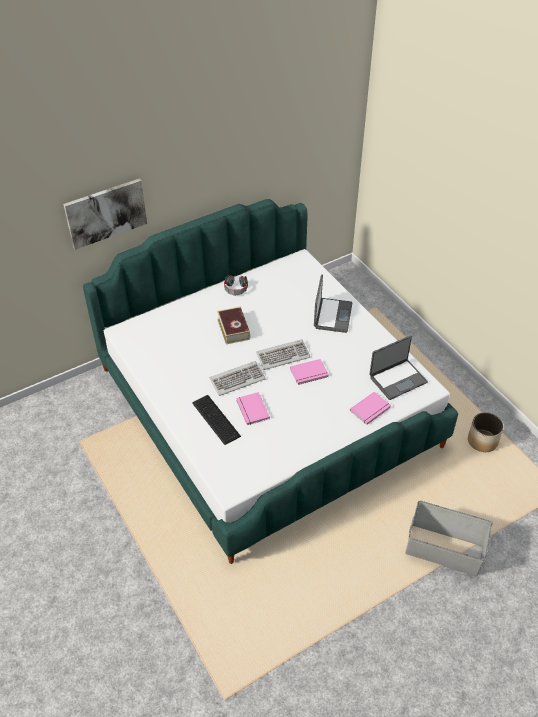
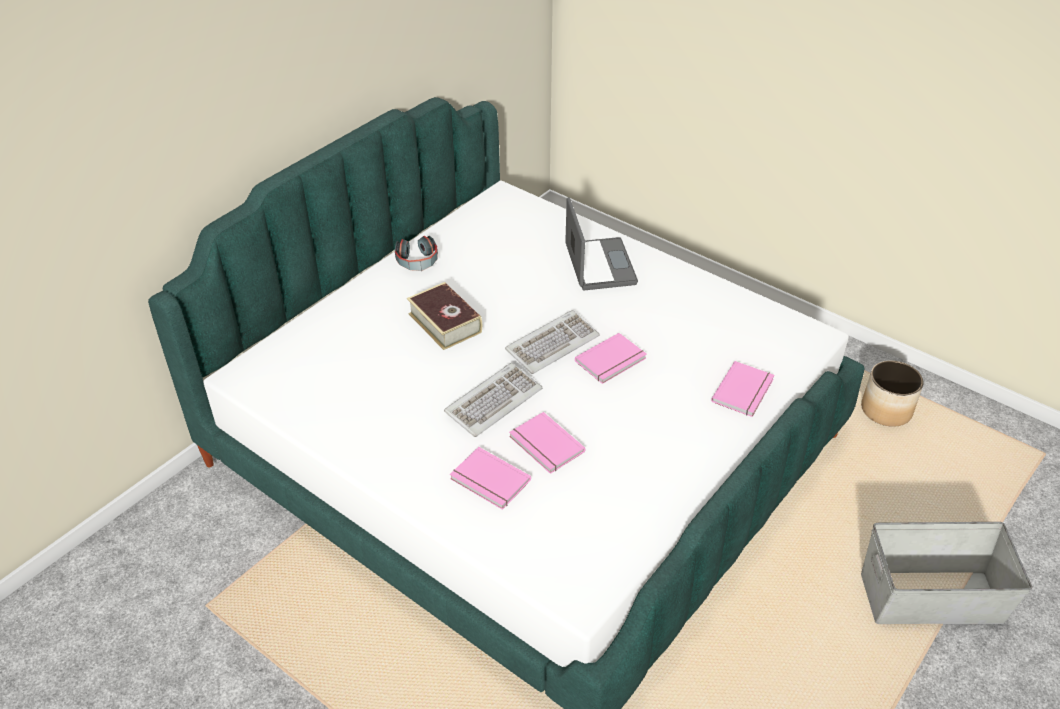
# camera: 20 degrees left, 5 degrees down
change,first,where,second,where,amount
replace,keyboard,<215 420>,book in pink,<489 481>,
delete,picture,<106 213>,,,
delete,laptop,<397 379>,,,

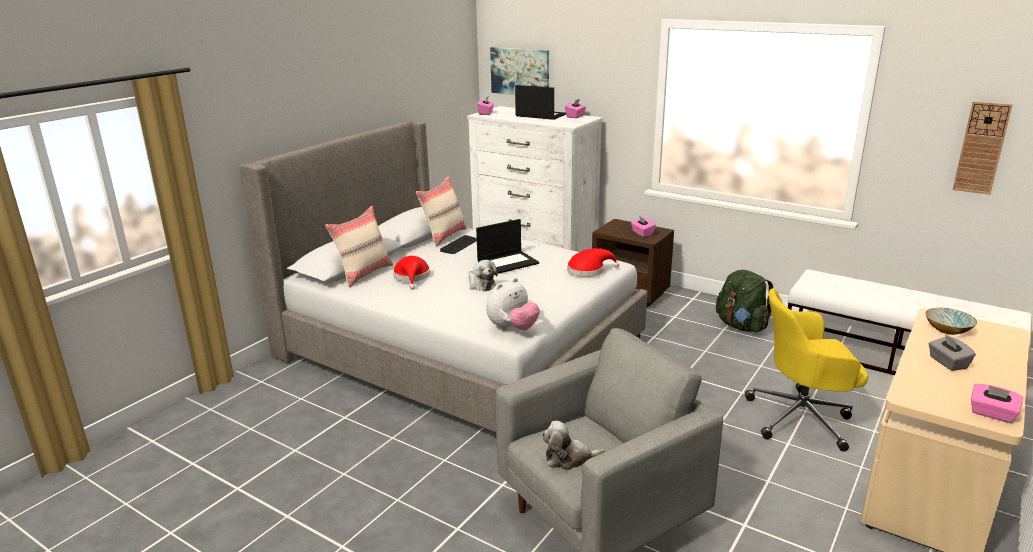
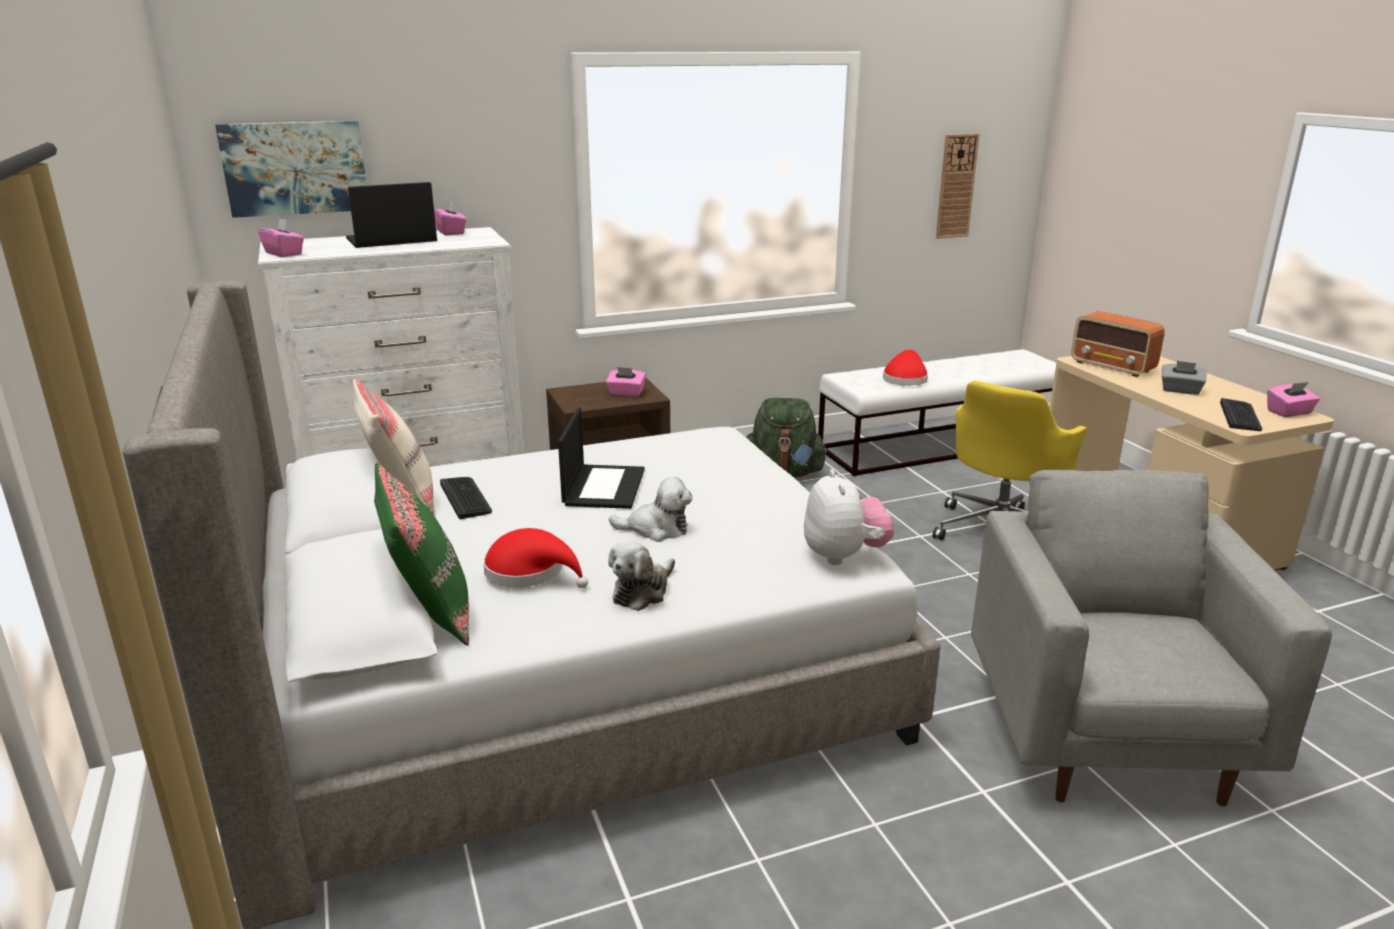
# camera: 55 degrees left, 0 degrees up
change,first,where,second,where,amount
recolor,pillow in beige,<364 273>,pillow in green,<429 612>,
move,plush toy,<569 458>,,<642 591>,
move,hat in red,<588 270>,,<905 379>,
replace,bowl,<948 330>,radio,<1113 367>,
insert,,,keyboard,<1240 416>,

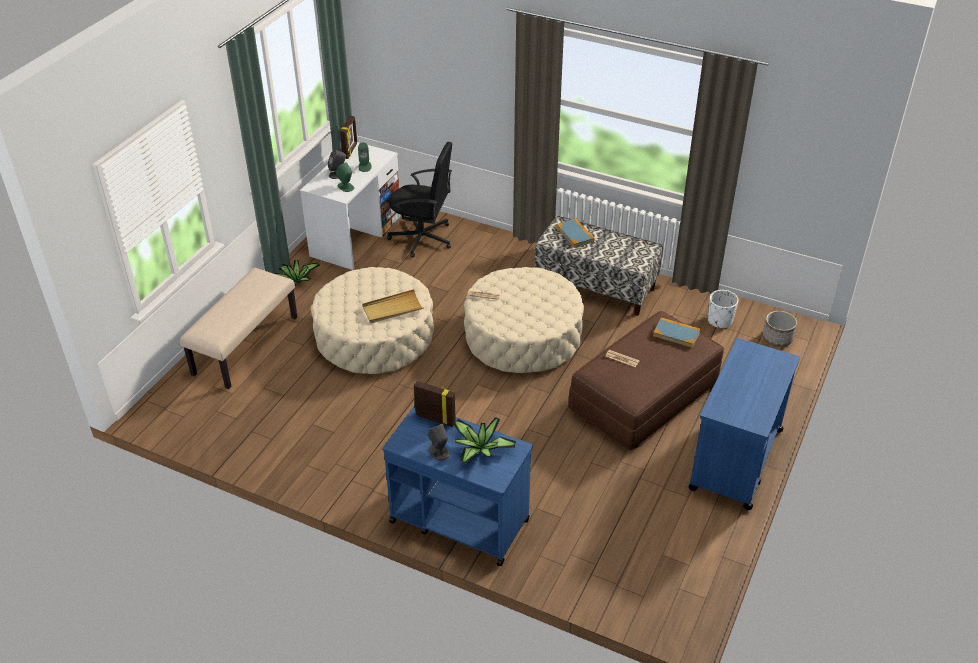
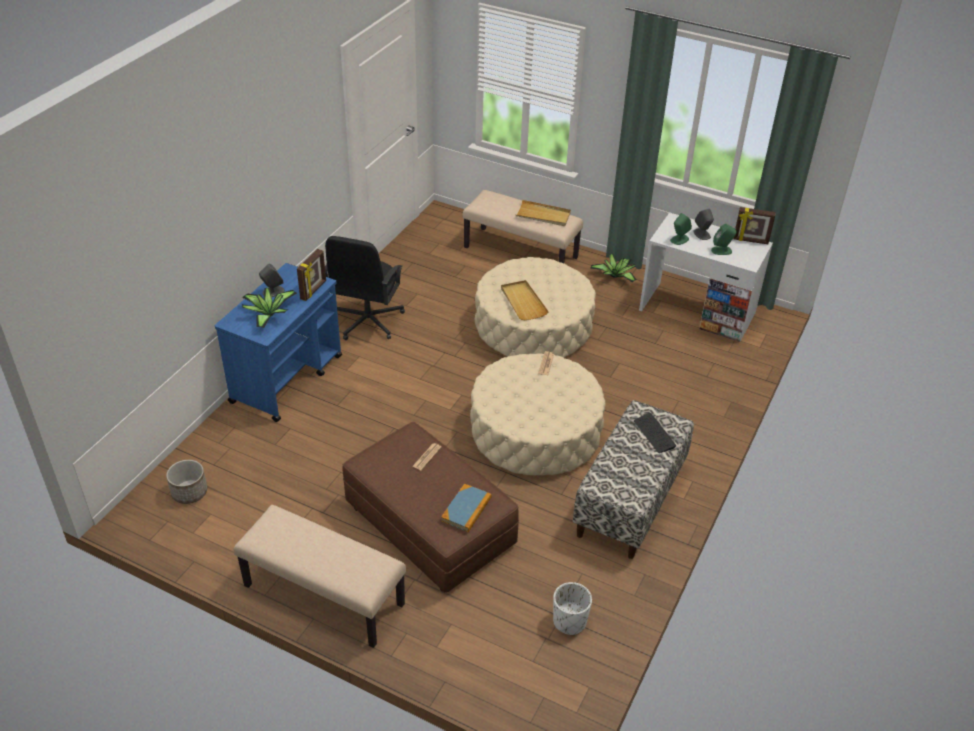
# camera: 90 degrees right, 0 degrees up
change,first,where,second,where,amount
move,planter,<777 338>,,<189 492>,
replace,cart in blue,<735 460>,bench in beige,<323 595>,
move,office chair in black,<422 238>,,<367 321>,
insert,,,tray in beige,<543 215>,
replace,book,<575 234>,keyboard,<654 434>,

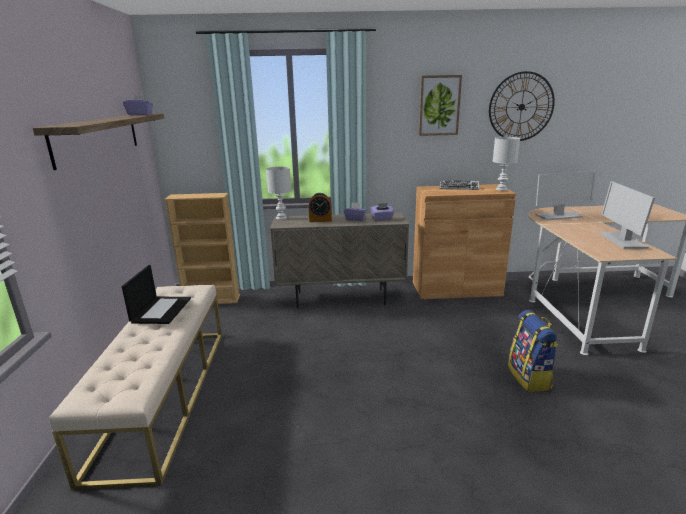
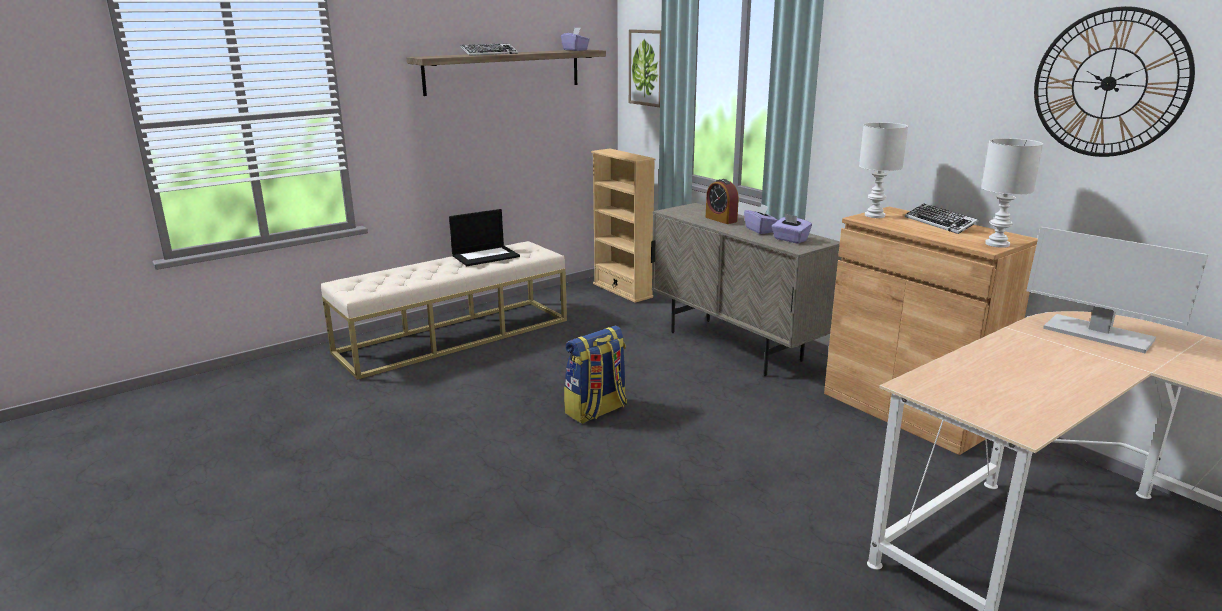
# camera: 55 degrees right, 0 degrees up
change,first,where,second,where,amount
insert,,,keyboard,<489 54>,
move,backpack,<530 377>,,<596 411>,
move,picture,<439 105>,,<647 68>,
move,table lamp in white,<281 218>,,<875 215>,
delete,monitor,<622 240>,,,

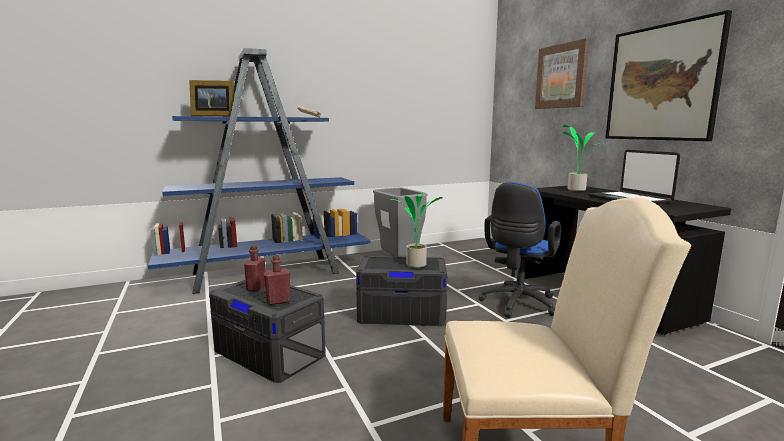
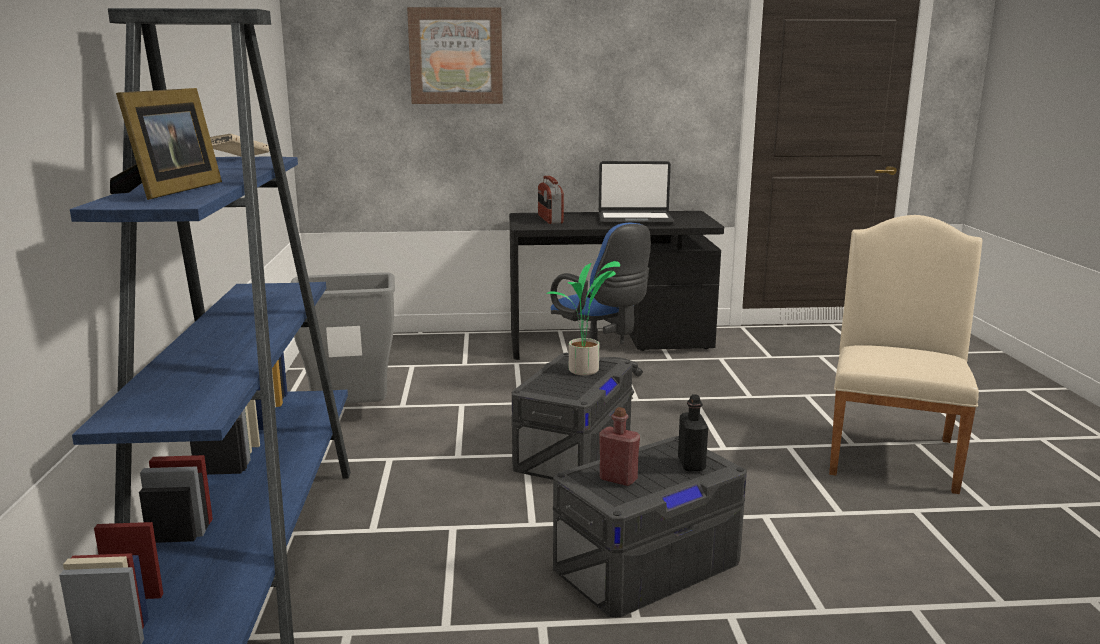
# camera: 70 degrees left, 5 degrees up
change,first,where,second,where,amount
replace,potted plant,<576 190>,radio,<549 219>,
recolor,bottle in red,<278 301>,bottle in black,<691 464>,
delete,picture,<661 83>,,,

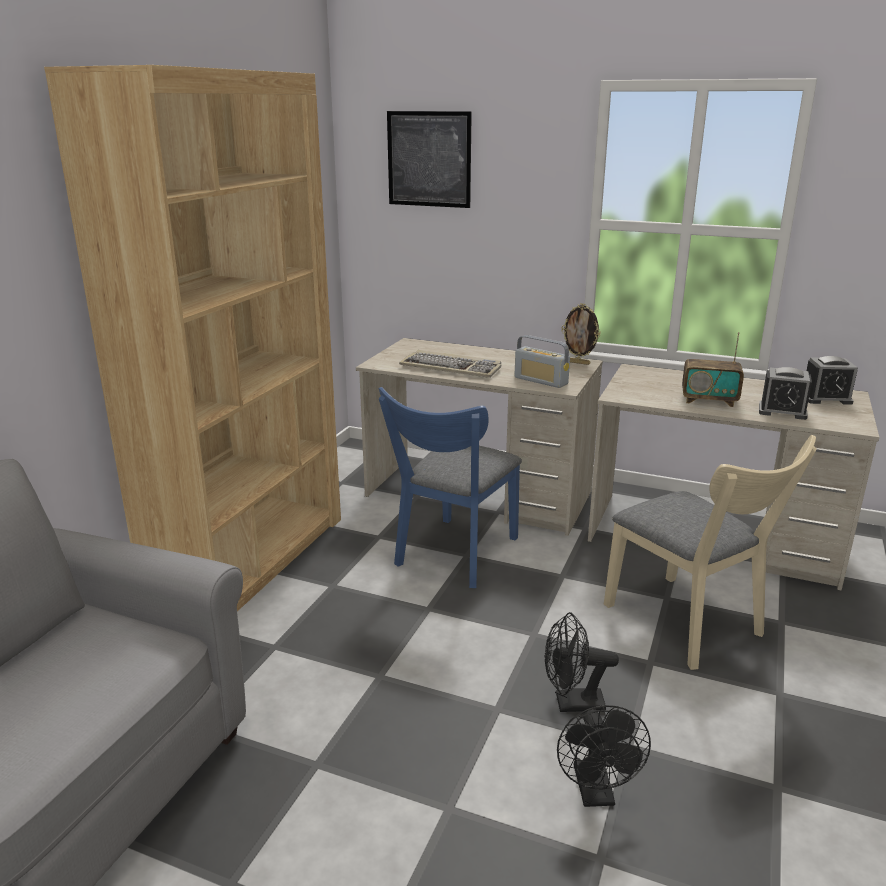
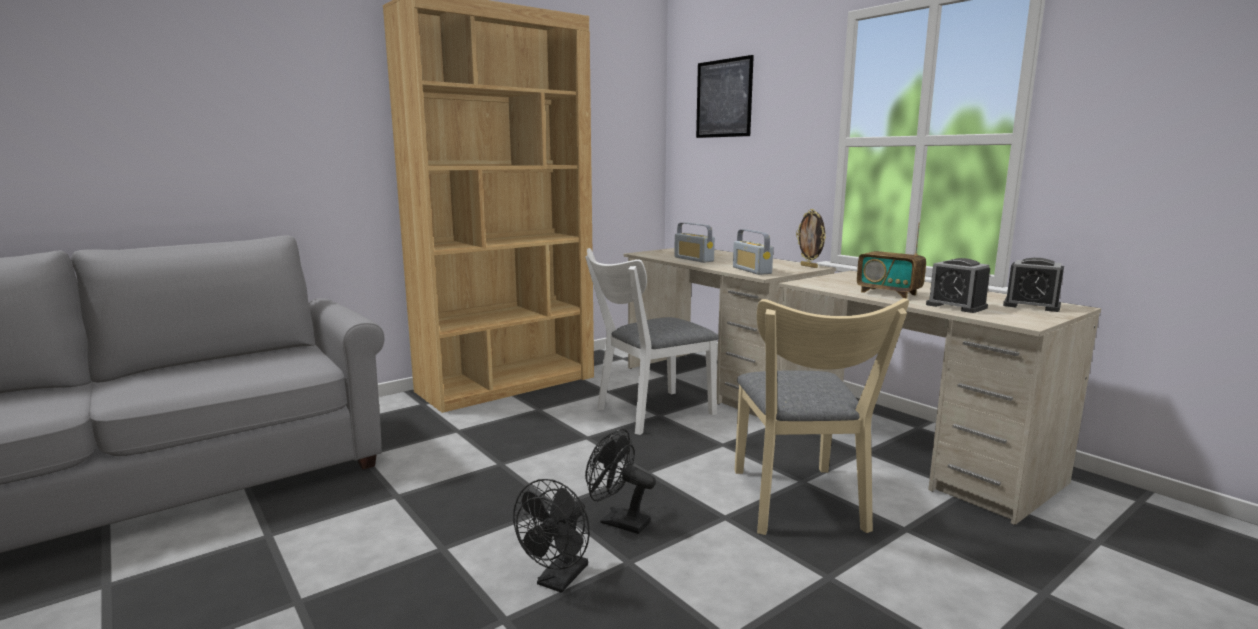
# camera: 30 degrees right, 10 degrees down
change,first,where,second,where,amount
recolor,chair in blue,<453 556>,chair in white,<648 413>,
replace,keyboard,<452 368>,radio,<693 259>,

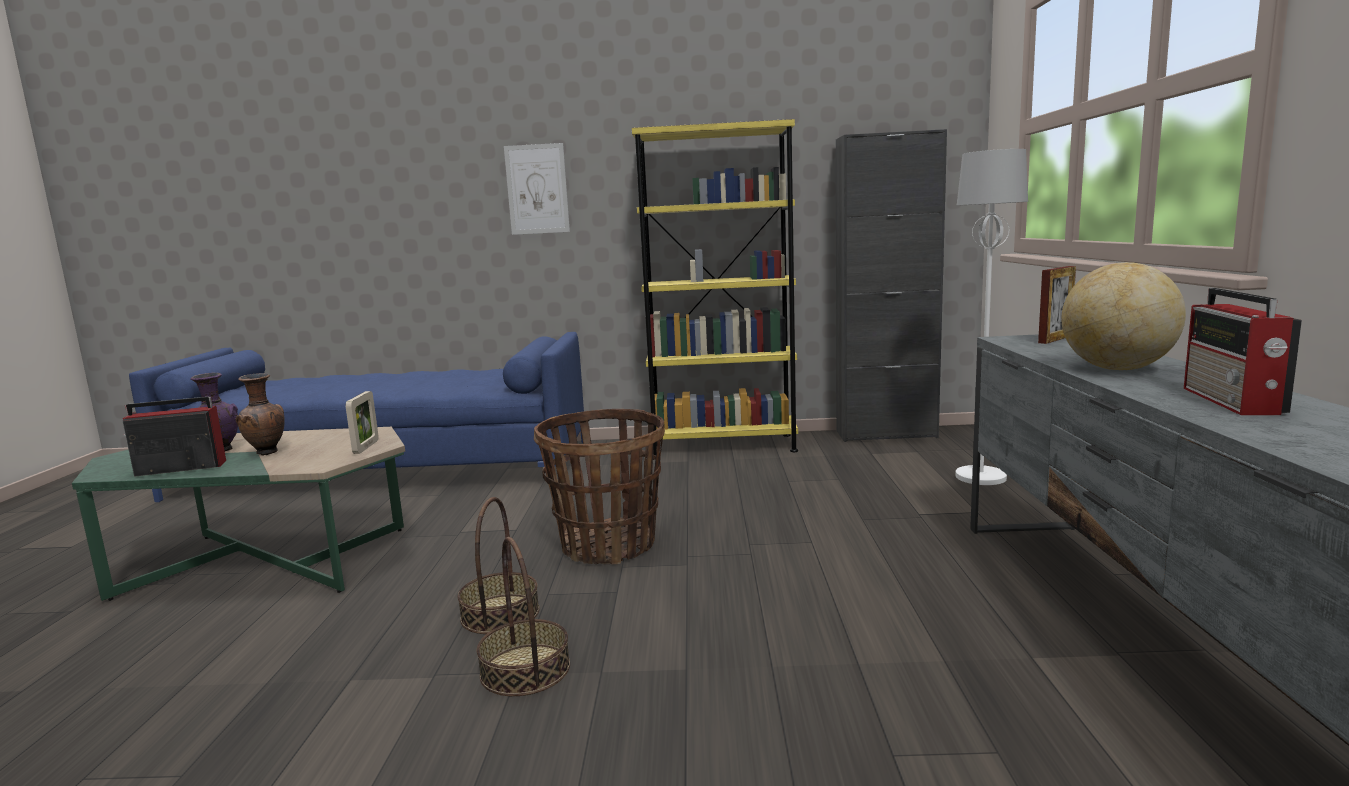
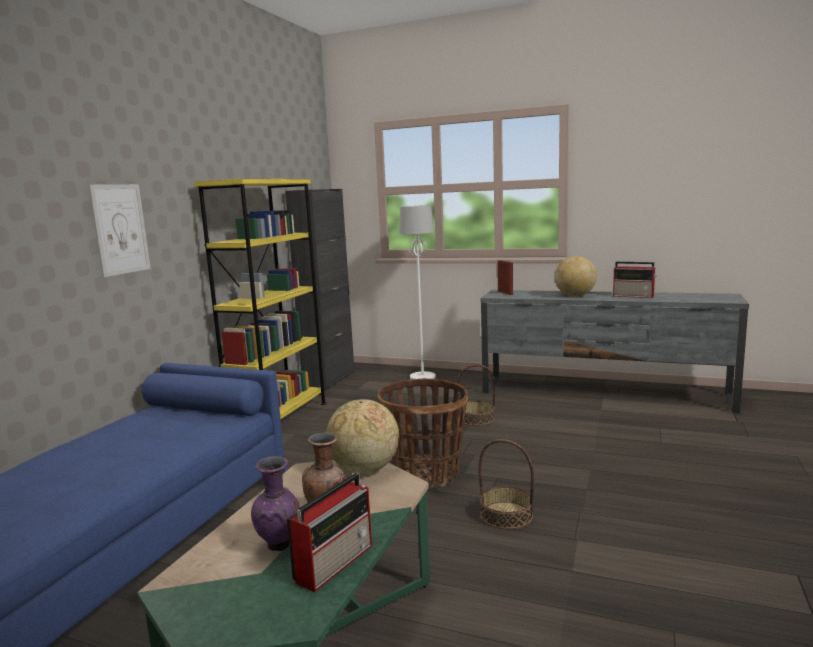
# camera: 70 degrees left, 0 degrees up
change,first,where,second,where,amount
rotate,radio,<178 469>,,<336 562>,150 degrees counterclockwise
replace,picture frame,<366 447>,globe,<364 469>,
move,basket,<525 670>,,<476 419>,

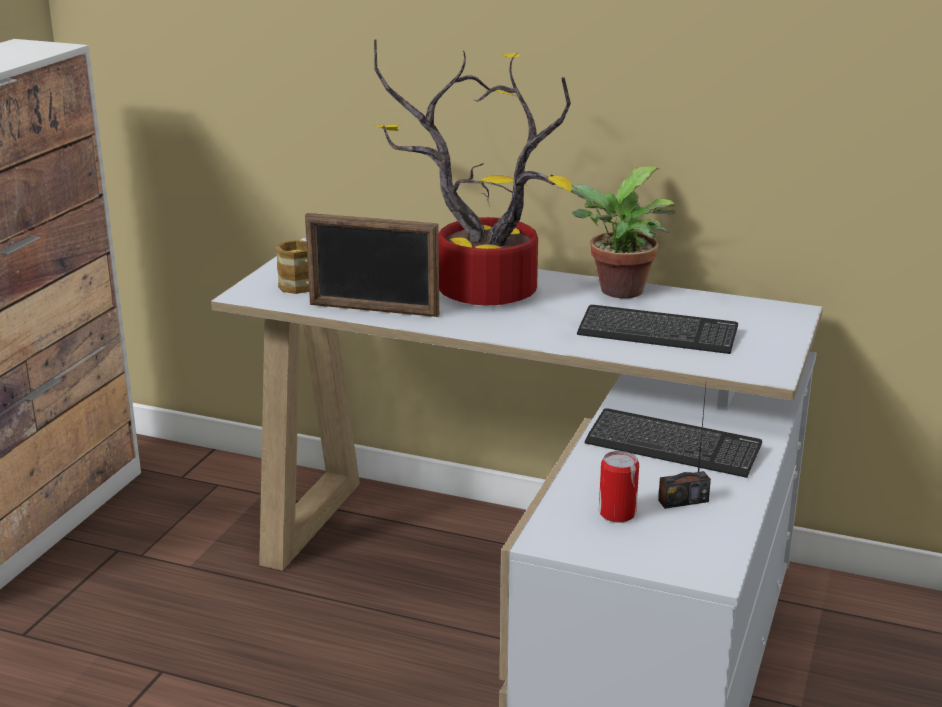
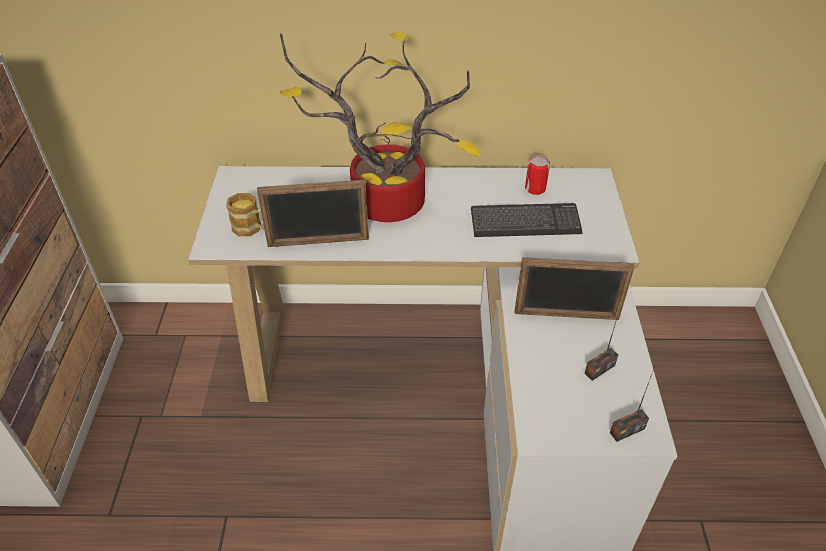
# camera: 20 degrees left, 20 degrees up
change,first,where,second,where,amount
replace,keyboard,<672 446>,picture frame,<566 315>,
move,can,<617 513>,,<535 189>,
insert,,,radio,<627 430>,
delete,potted plant,<616 292>,,,

